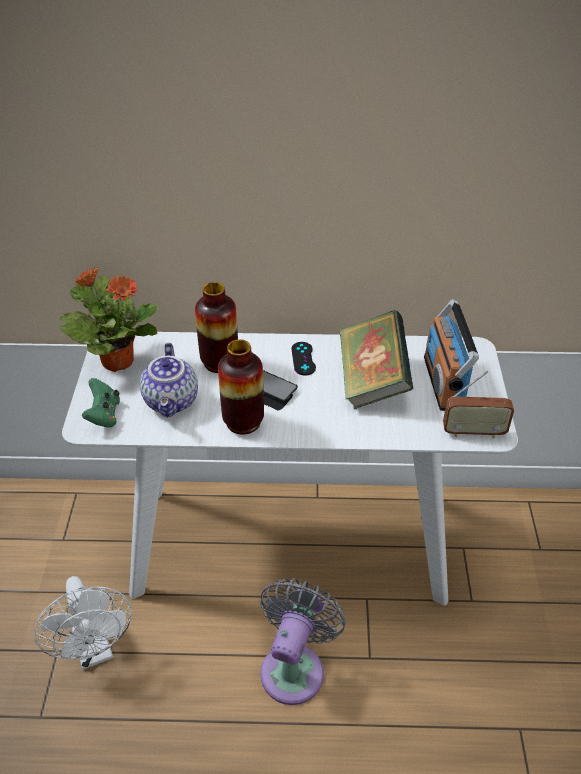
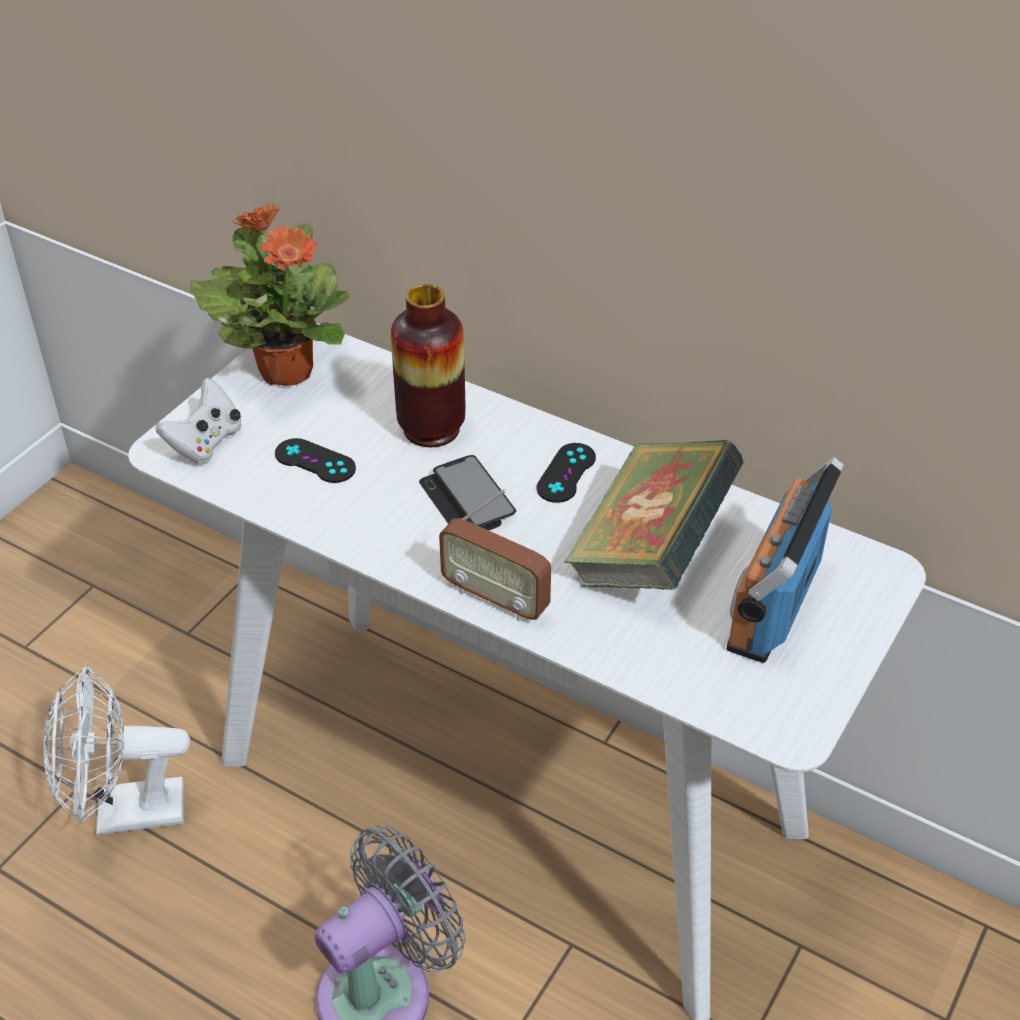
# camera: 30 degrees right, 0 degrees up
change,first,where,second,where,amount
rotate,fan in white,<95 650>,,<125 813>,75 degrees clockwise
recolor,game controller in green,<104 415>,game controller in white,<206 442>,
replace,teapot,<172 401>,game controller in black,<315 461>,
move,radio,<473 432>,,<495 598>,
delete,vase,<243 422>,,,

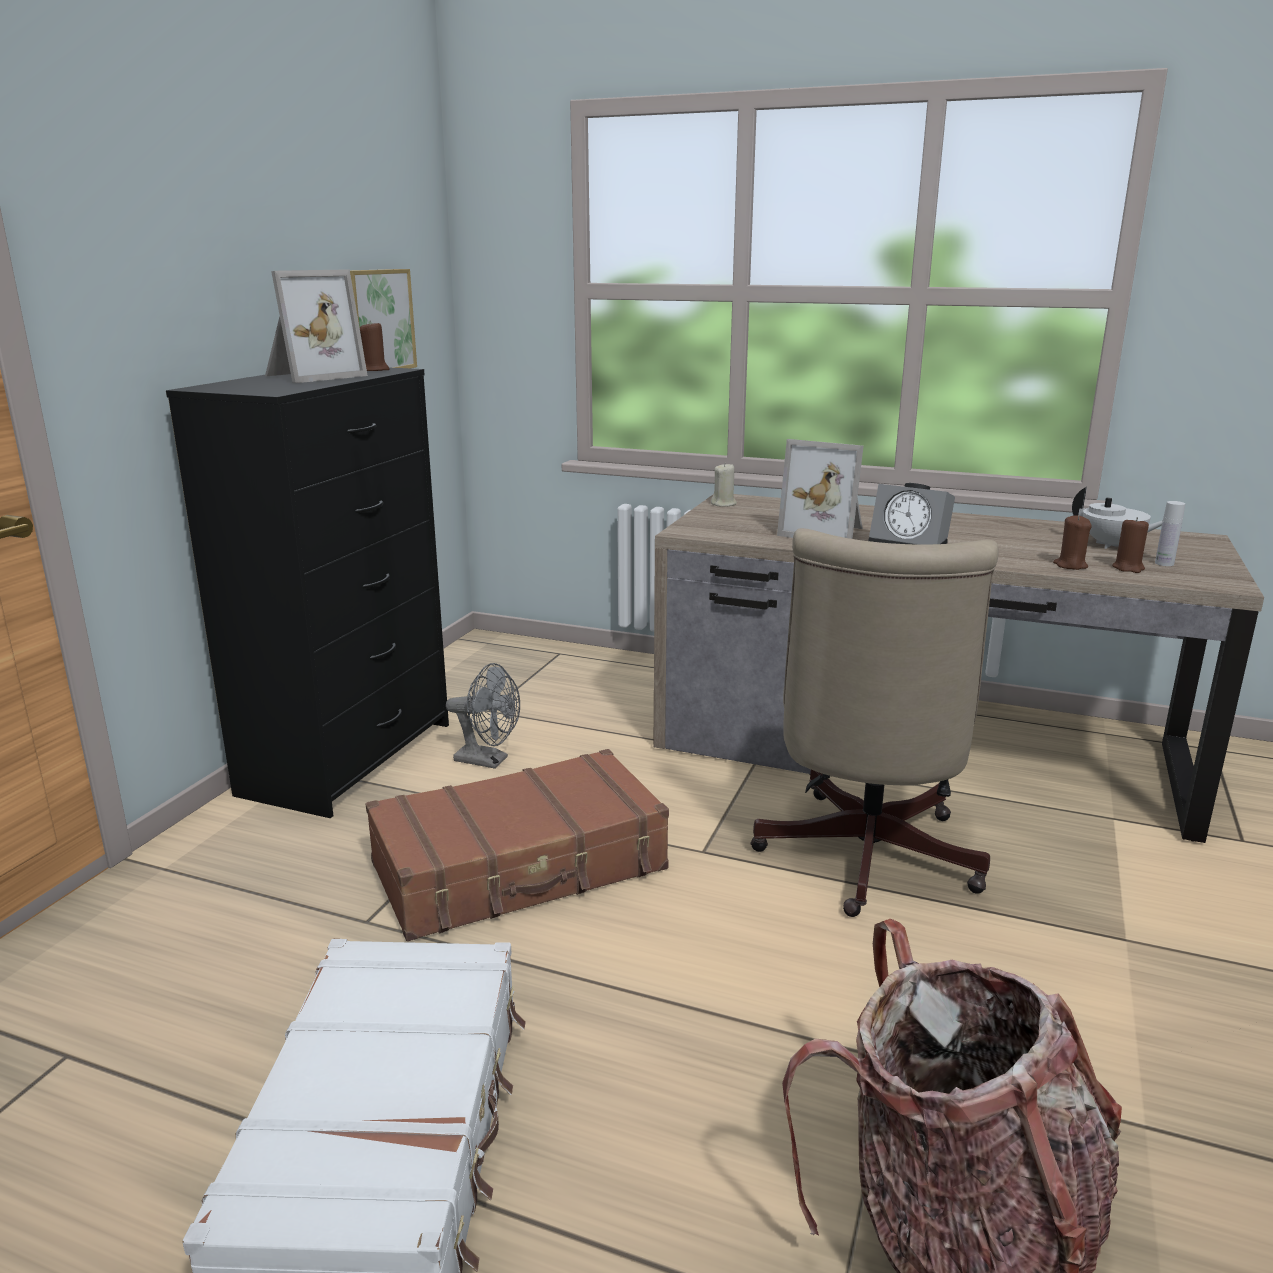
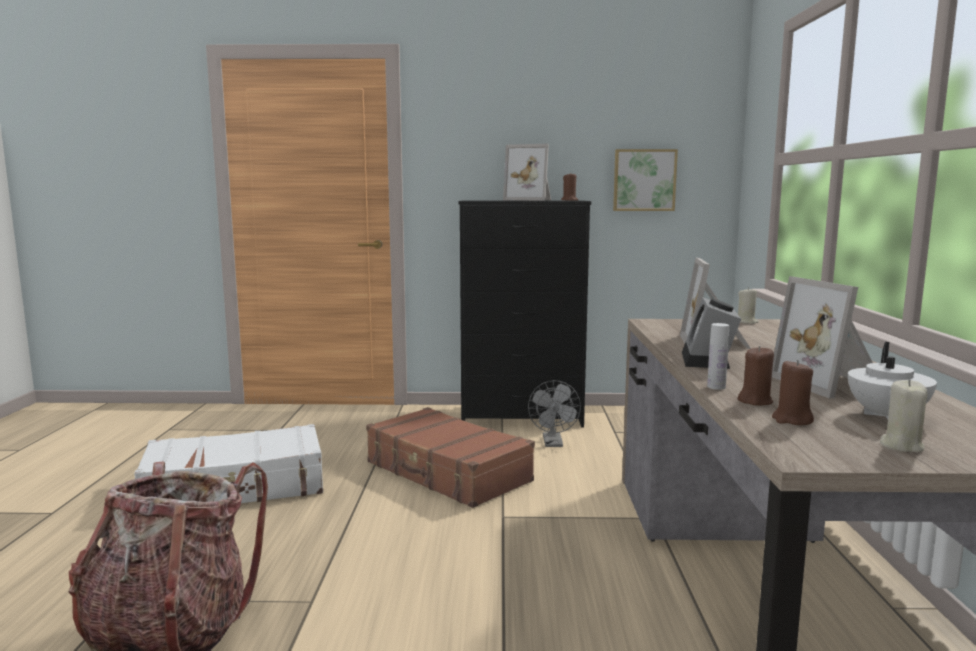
# camera: 70 degrees right, 10 degrees down
change,first,where,second,where,amount
move,bottle in white,<1164 563>,,<716 387>,
insert,,,picture frame,<831 383>,
insert,,,candle in beige,<901 446>,
delete,office chair in beige,<863 861>,,,

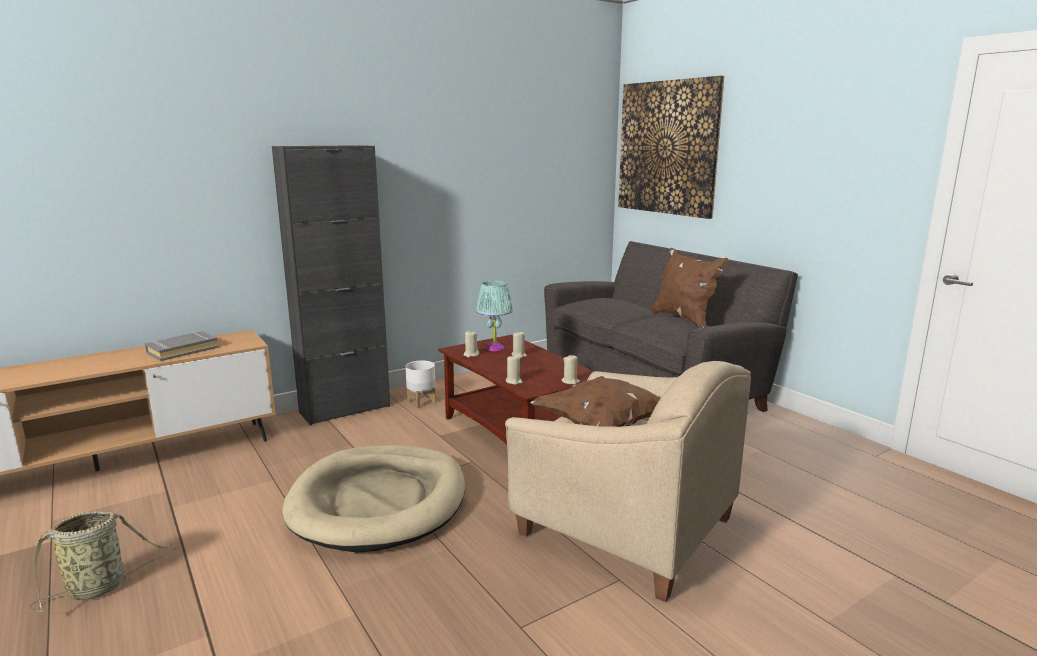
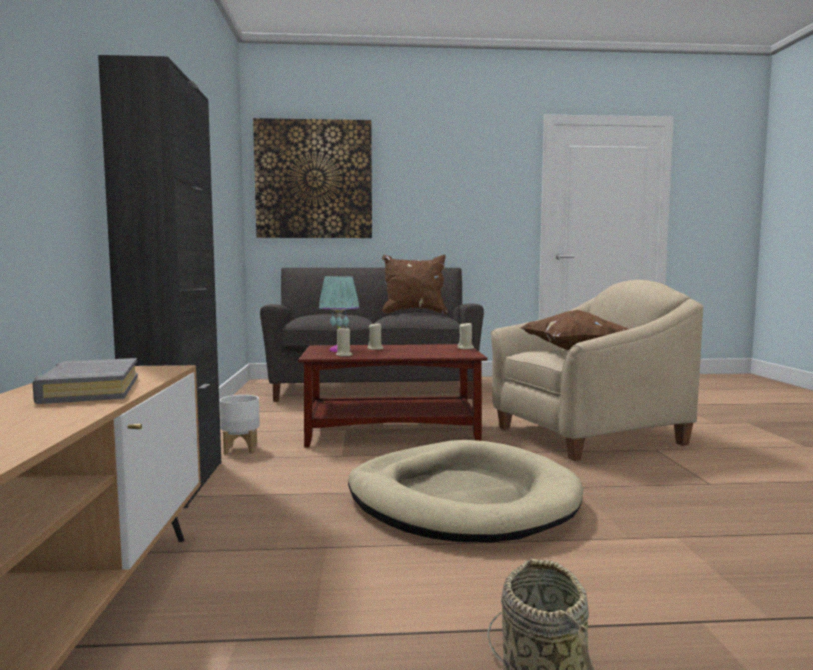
# camera: 60 degrees left, 10 degrees down
change,first,where,second,where,amount
delete,candle in beige,<514 381>,,,

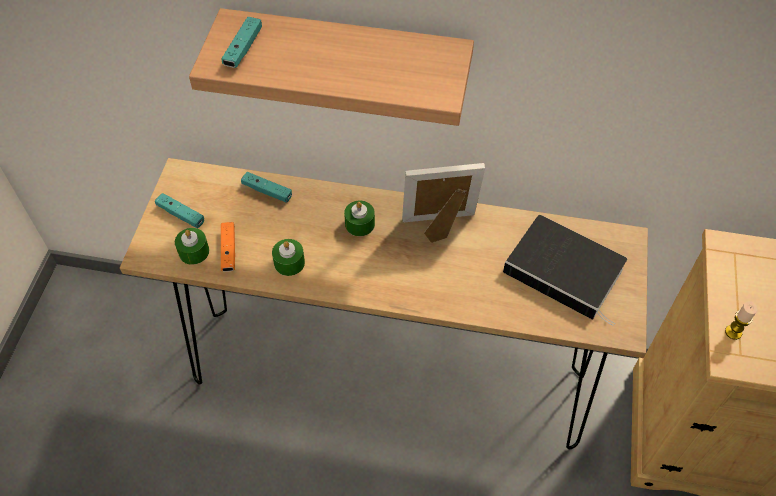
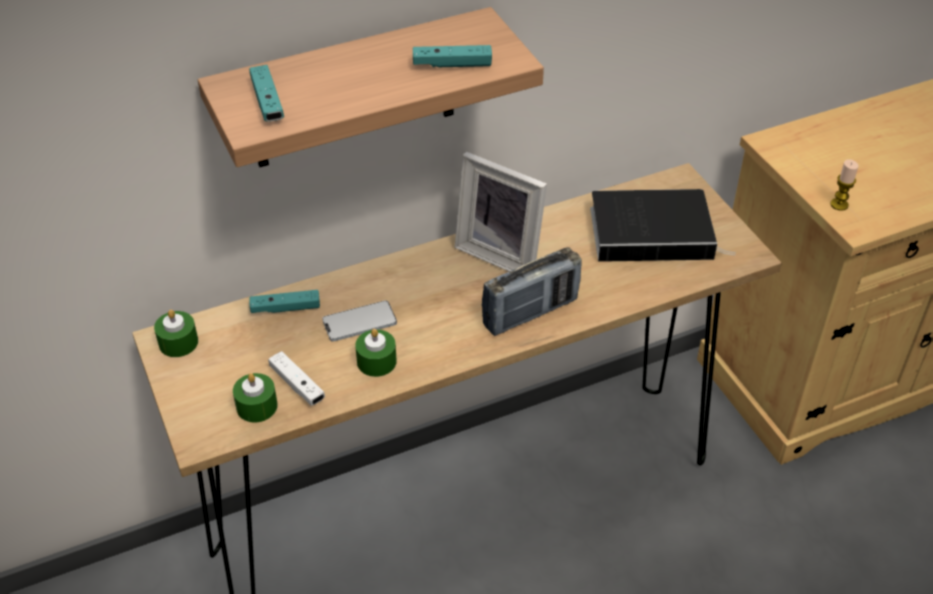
# camera: 35 degrees left, 10 degrees down
change,first,where,second,where,amount
move,candle in green,<359 224>,,<178 342>,
recolor,game controller in orange,<228 251>,game controller in white,<297 385>,
insert,,,phone,<359 322>,
move,game controller in turquoise,<181 214>,,<452 64>,
rotate,picture frame,<440 227>,,<502 253>,105 degrees counterclockwise
insert,,,radio,<530 313>,

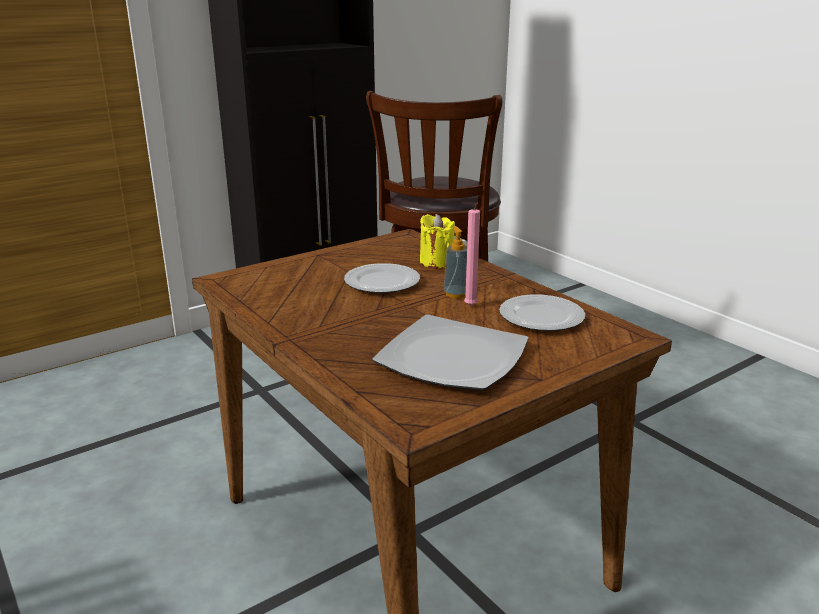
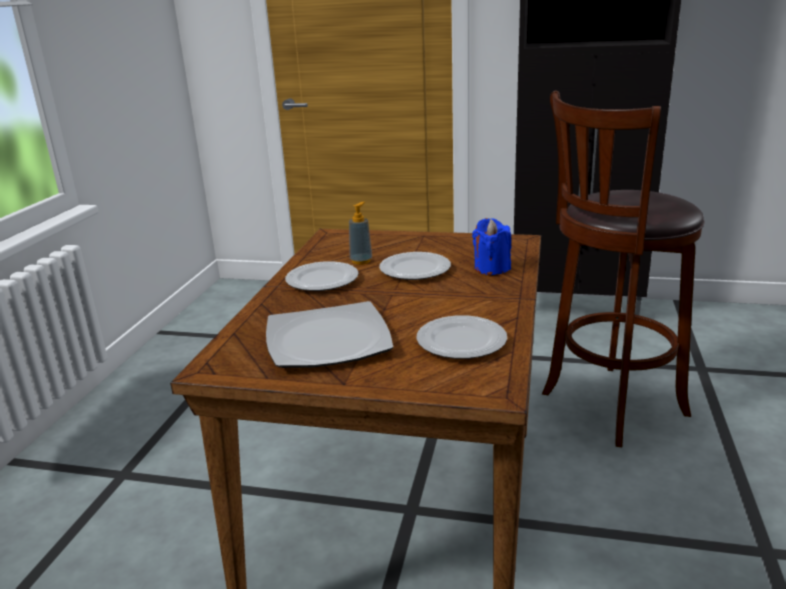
# camera: 50 degrees right, 0 degrees up
change,first,where,second,where,amount
insert,,,plate,<323 280>,
move,soap dispenser,<456 294>,,<361 261>,
recolor,candle in yellow,<436 262>,candle in blue,<491 268>,
delete,candle in pink,<471 307>,,,

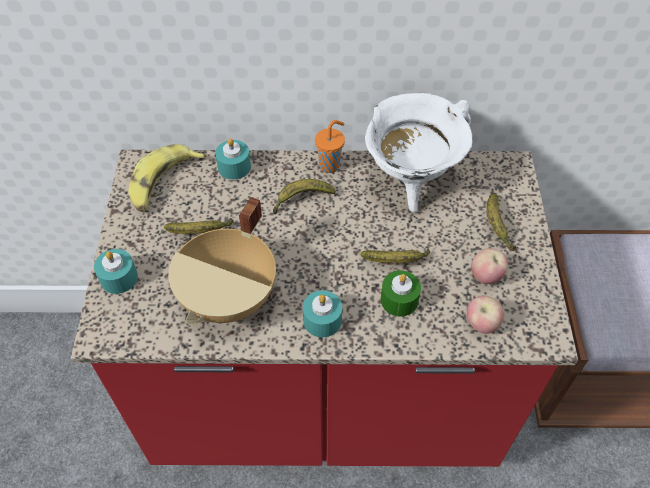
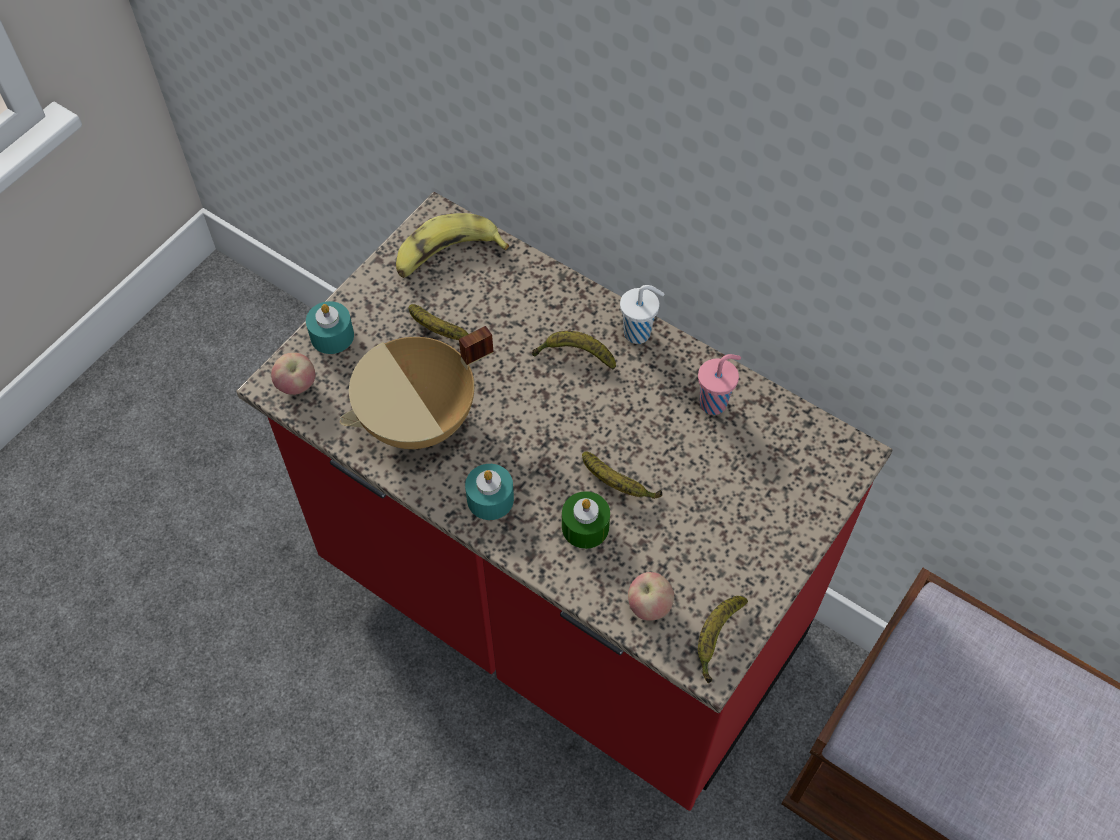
# camera: 35 degrees right, 5 degrees up
change,first,where,second,where,amount
move,apple,<485 276>,,<297 386>,
recolor,cup in orange,<330 165>,cup in white,<639 333>,
replace,cooking pot in white,<411 180>,cup in pink,<714 402>,
move,banana,<496 226>,,<716 638>,
delete,candle in turquoise,<234 167>,,,

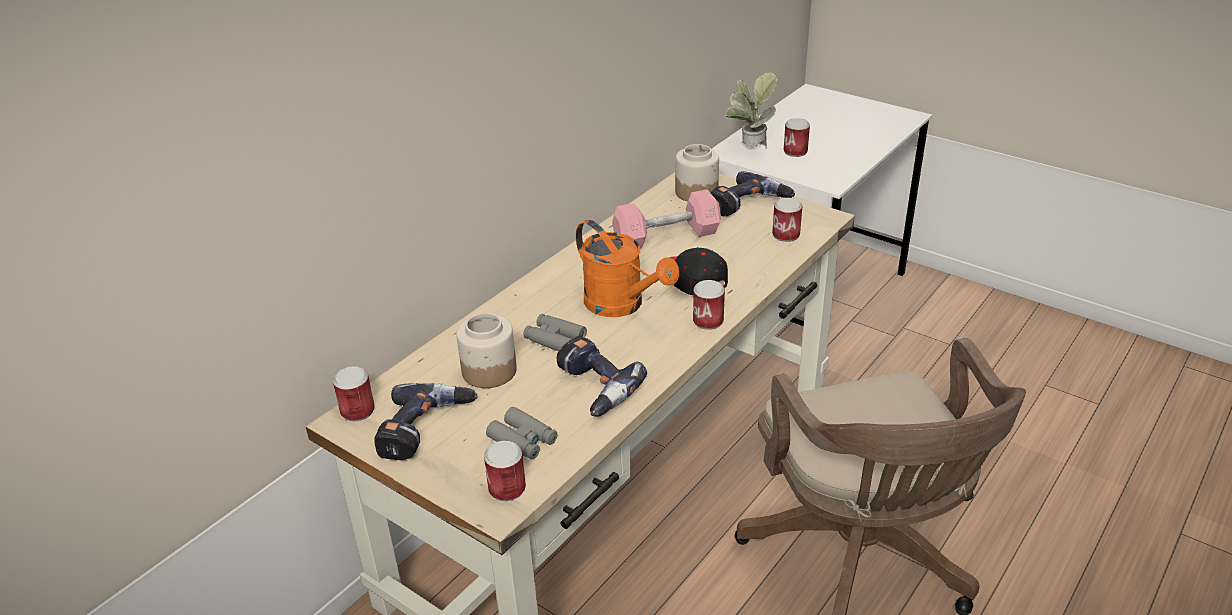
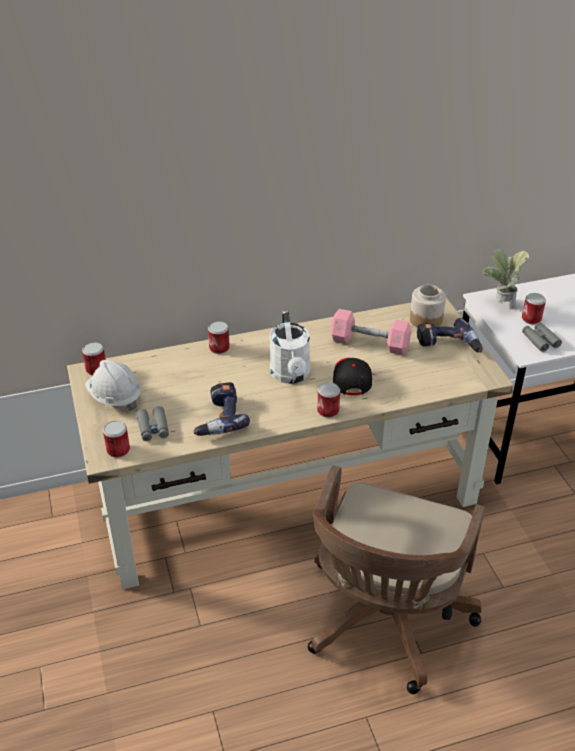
# camera: 35 degrees right, 5 degrees up
change,first,where,second,where,amount
replace,power drill,<425 430>,hard hat in white,<115 397>,
move,can,<786 235>,,<219 348>,
recolor,watering can in orange,<622 305>,watering can in white,<291 376>,
move,binoculars in grey,<555 339>,,<540 340>,
delete,jar,<488 371>,,,

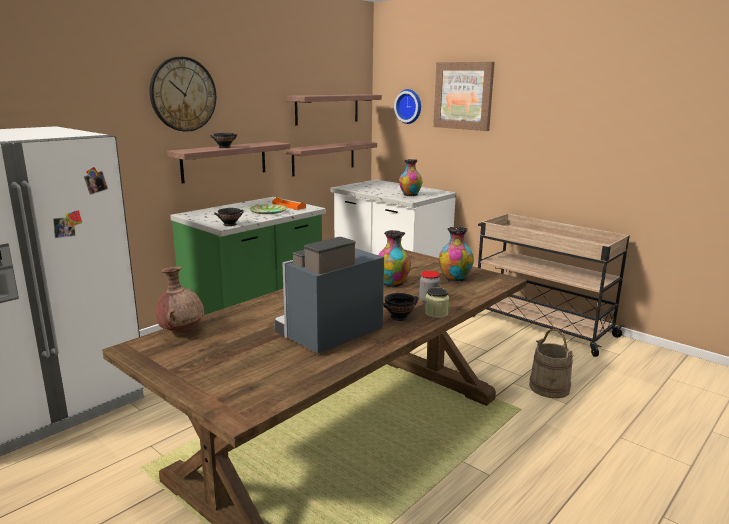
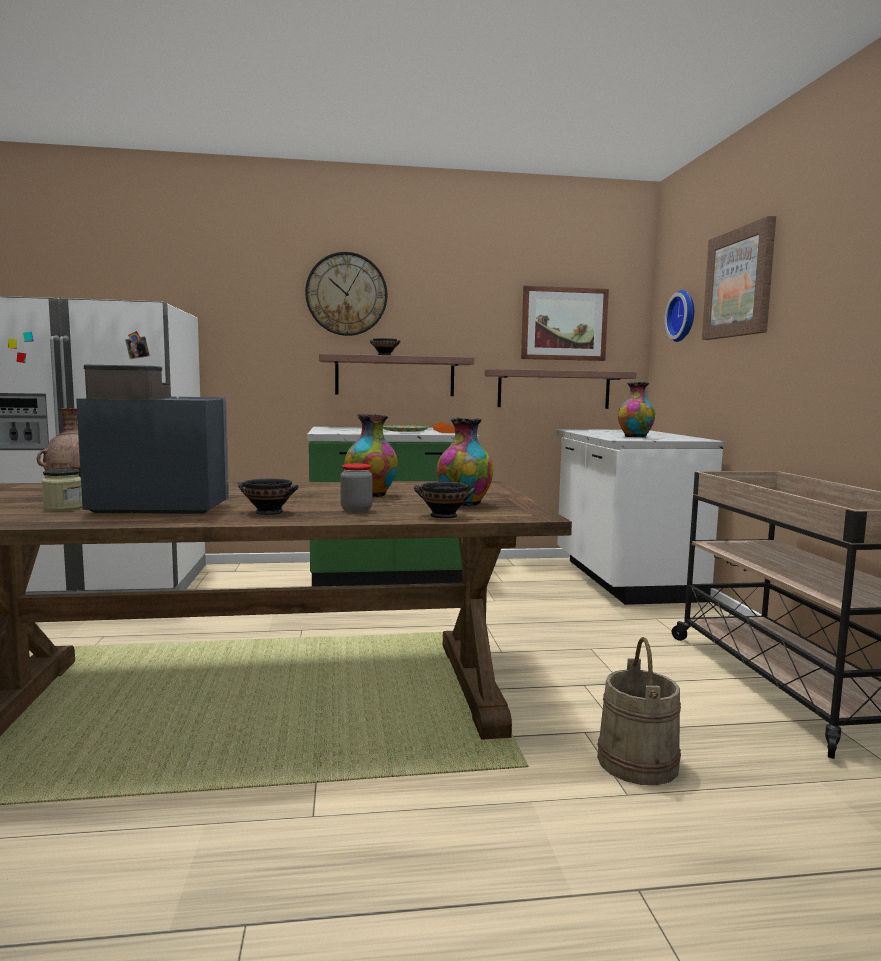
# camera: 40 degrees right, 10 degrees down
change,first,where,second,where,amount
move,jar,<436 314>,,<63 507>,
move,bowl in black,<229 224>,,<443 515>,
replace,shelf,<327 109>,picture,<564 324>,

